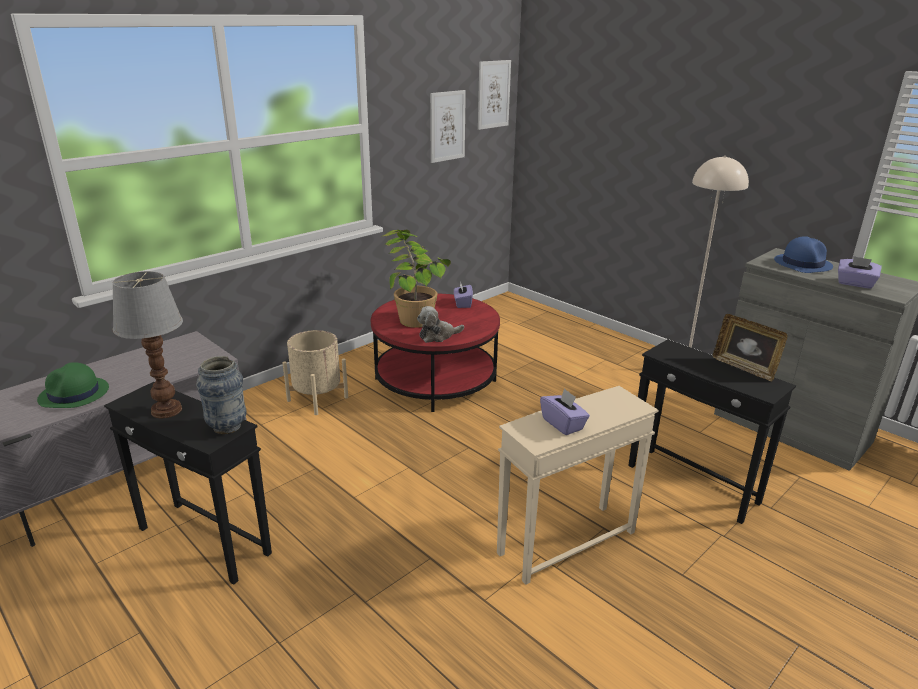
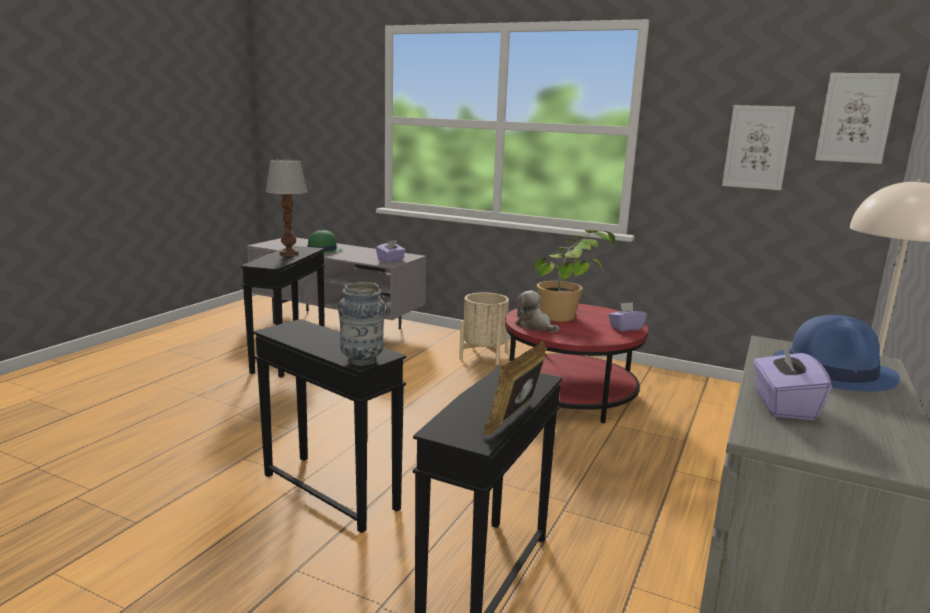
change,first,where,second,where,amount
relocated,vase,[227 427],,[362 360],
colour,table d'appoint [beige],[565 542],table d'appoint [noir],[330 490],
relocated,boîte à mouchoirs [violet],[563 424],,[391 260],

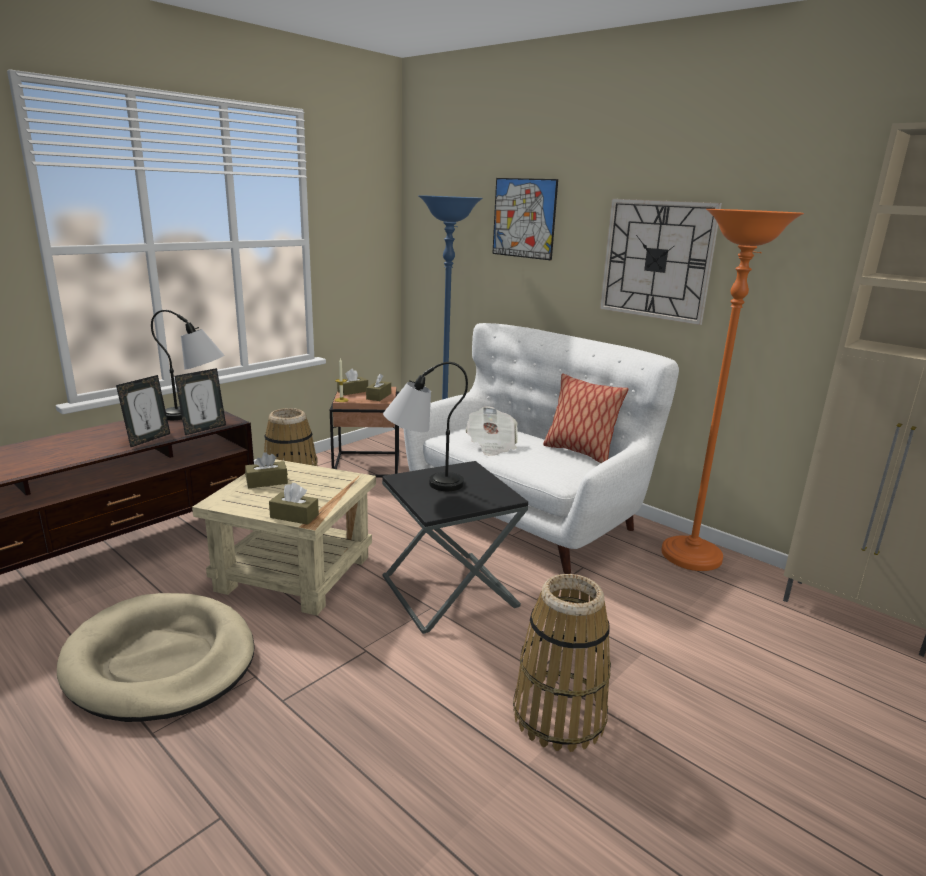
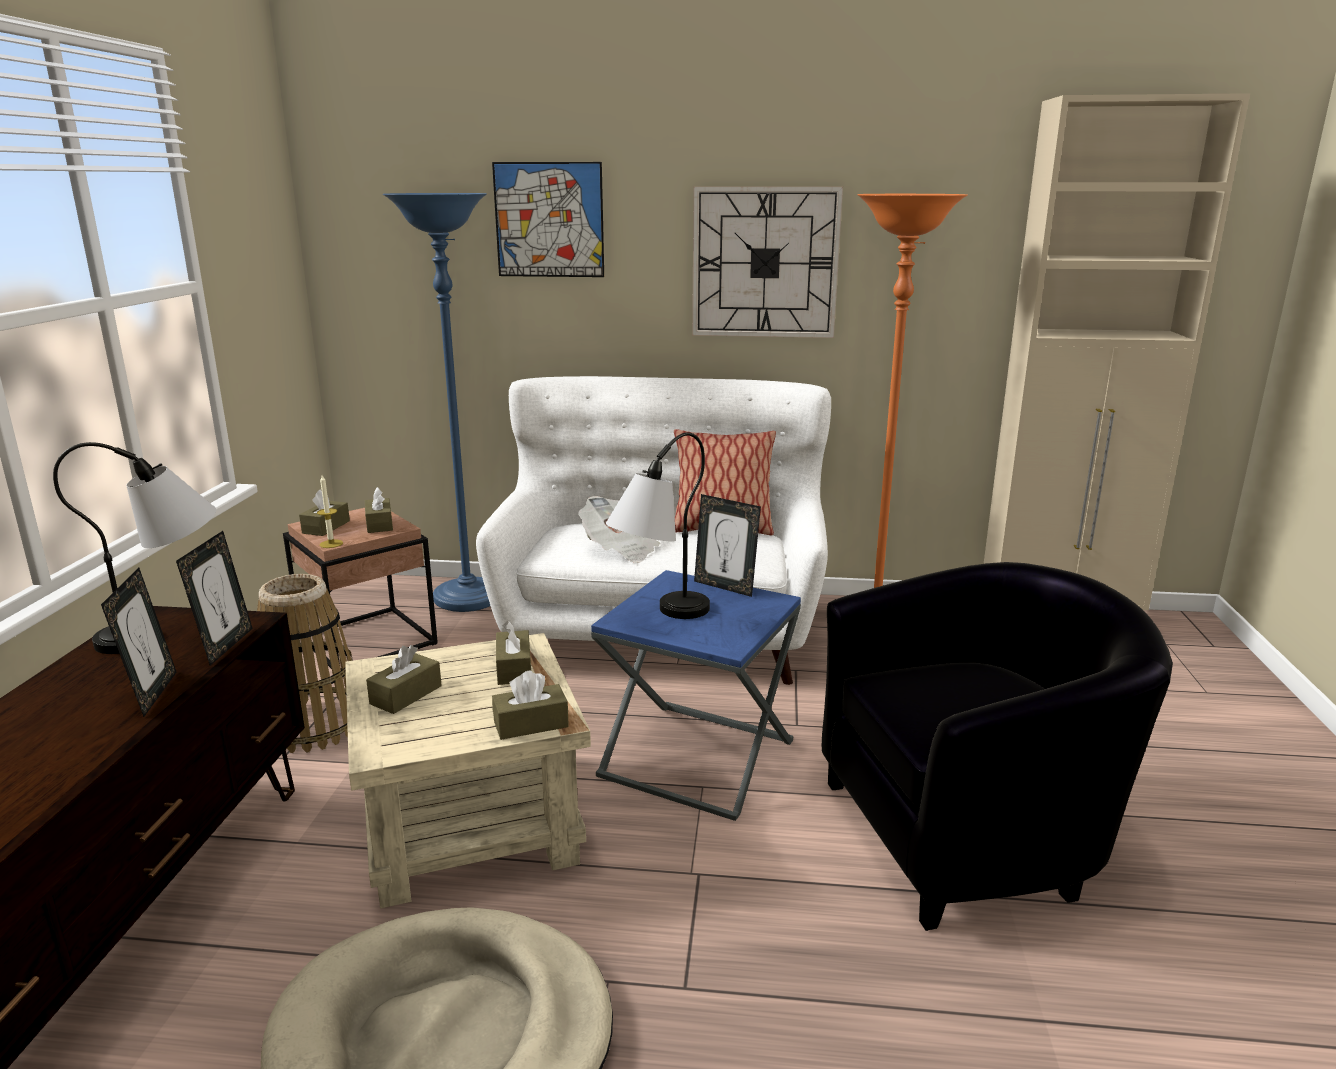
change,first,where,second,where,amount
colour,table d'appoint [noir],[449 591],table d'appoint [bleu],[697 759],
exchanged,panier,[559 715],fauteuil [noir],[969 833],
appeared,,,cadre photo,[725 587],
appeared,,,boîte à mouchoirs [marron],[514 668],

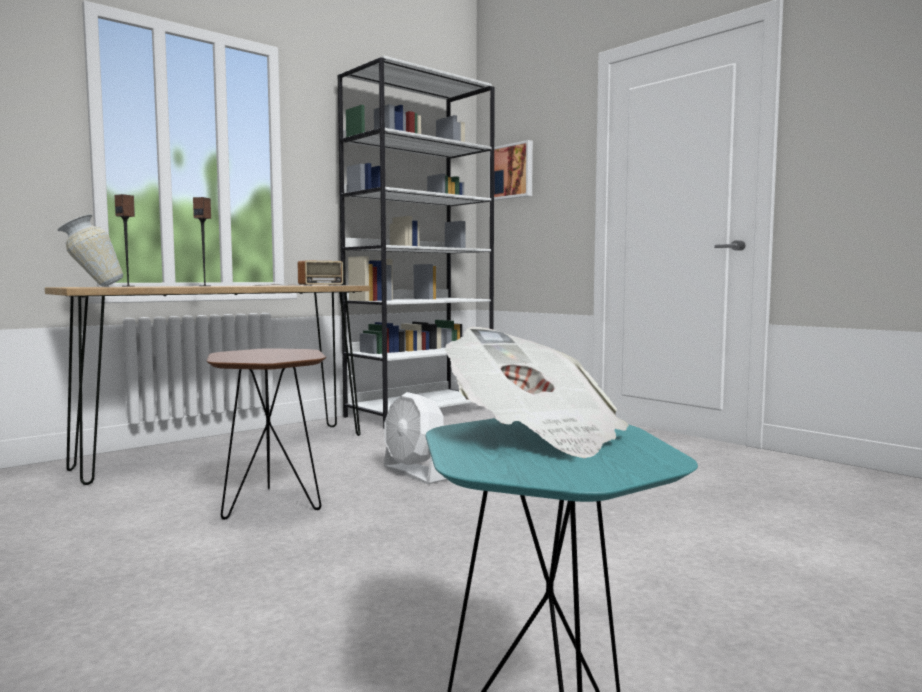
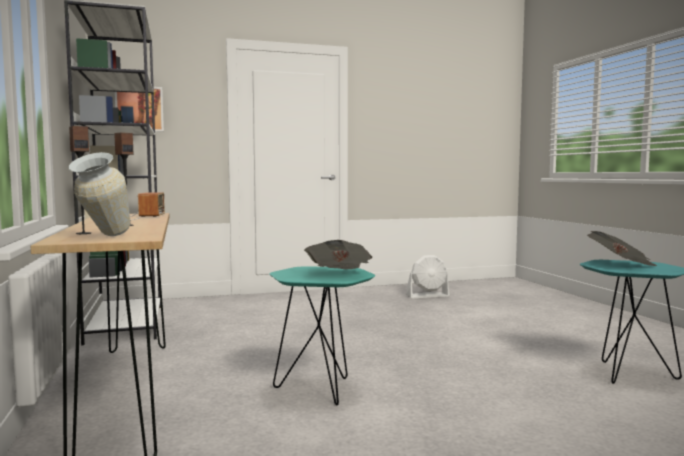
change,first,where,second,where,amount
colour,table d'appoint [marron],[270 506],table d'appoint [turquoise],[322 390],
relocated,ventilateur [blanc],[416 473],,[427 295],
appeared,,,journal,[339 274],

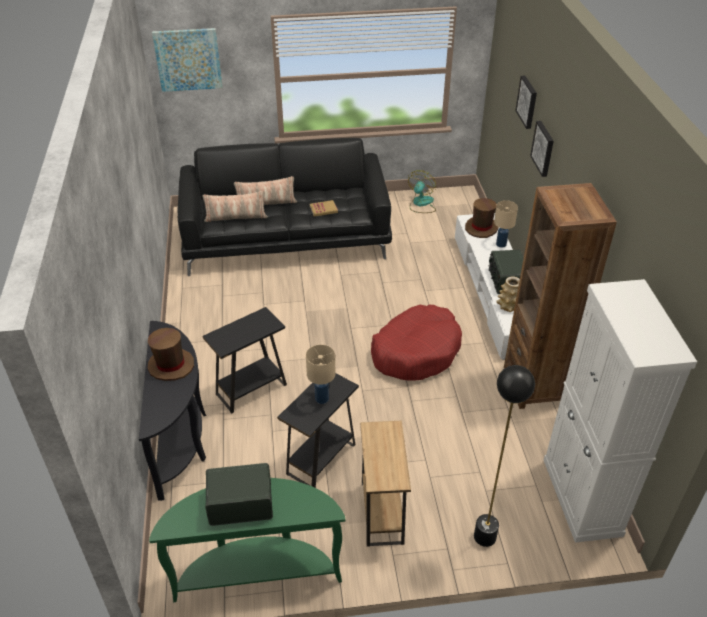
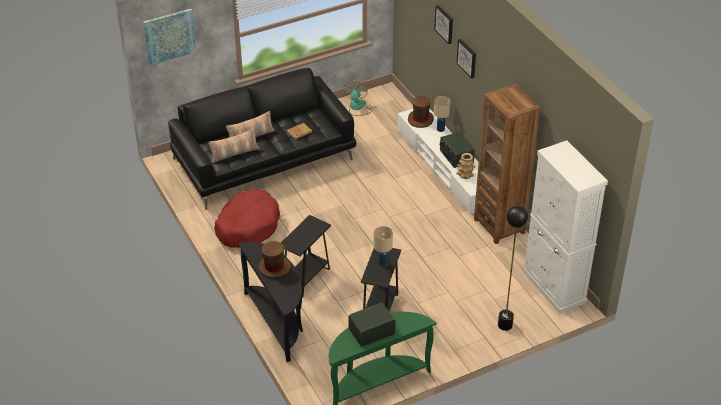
change,first,where,second,where,amount
relocated,panier pour chien [rouge],[416 351],,[247 226],
missing,table d'appoint [marron],[382 512],,,

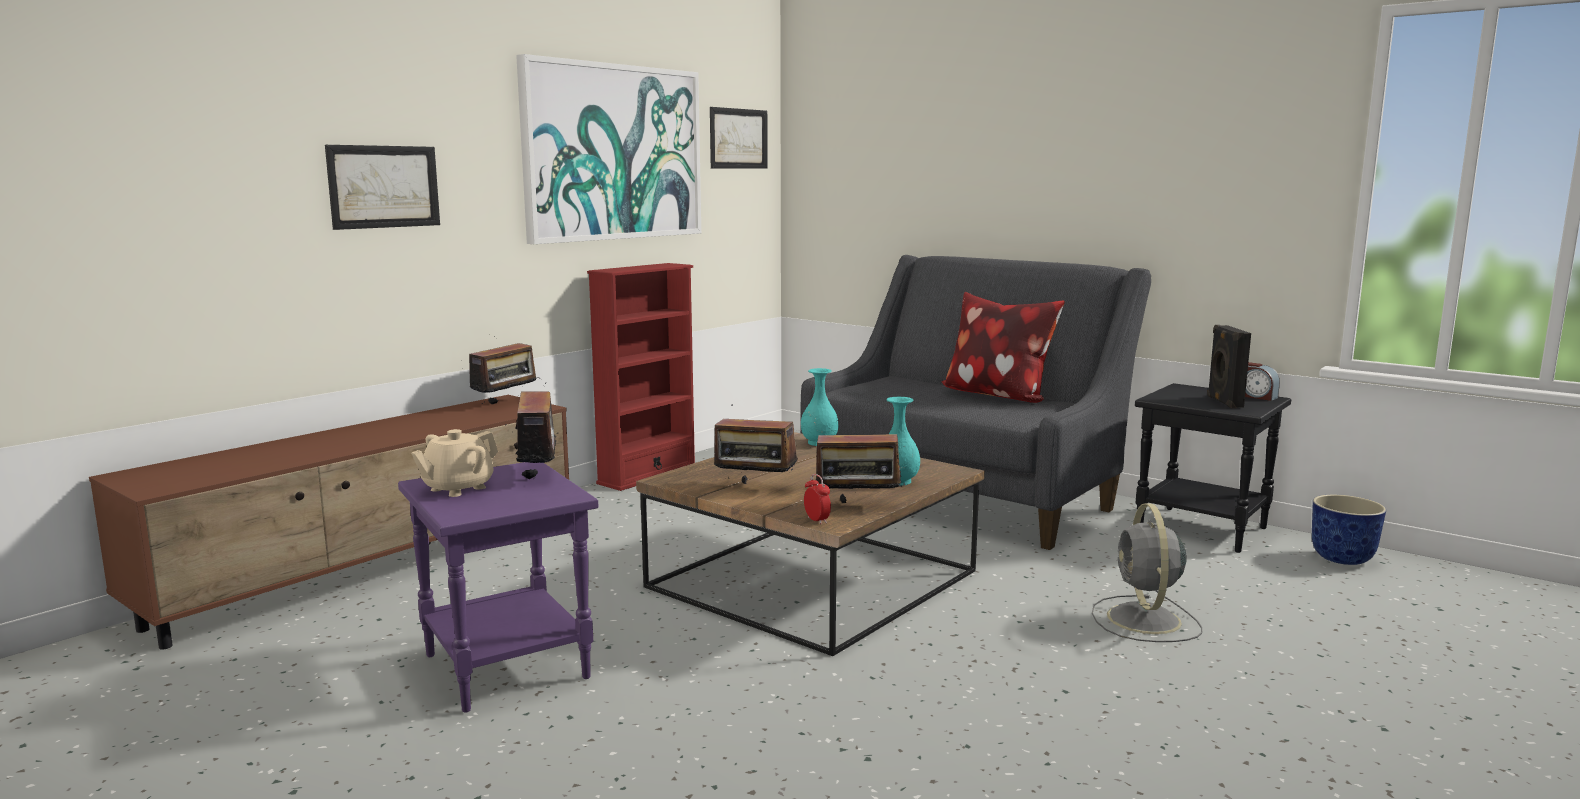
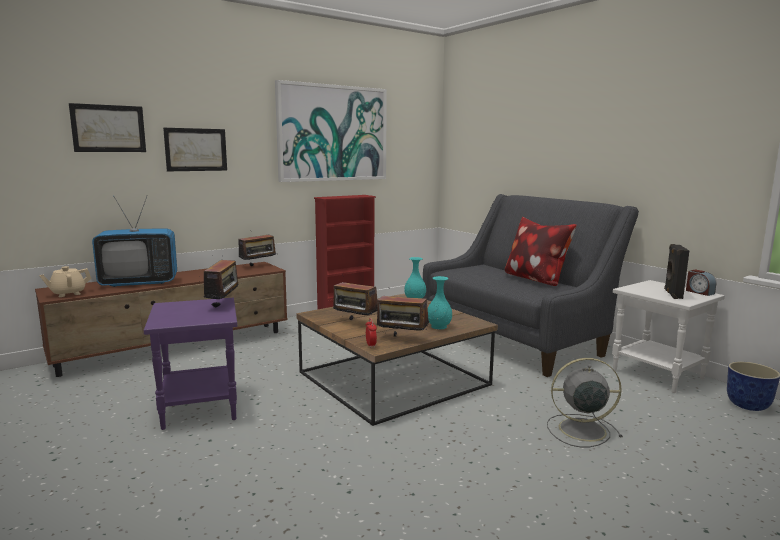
change,first,where,second,where,amount
relocated,tableau,[738 138],,[108 128],
colour,table d'appoint [noir],[1203 529],table d'appoint [blanc],[659 374],
relocated,théière [beige],[457 488],,[68 293],
spun,ventilateur [gris],[1144 620],,[580 430],75 degrees clockwise
appeared,,,téléviseur,[139 283],

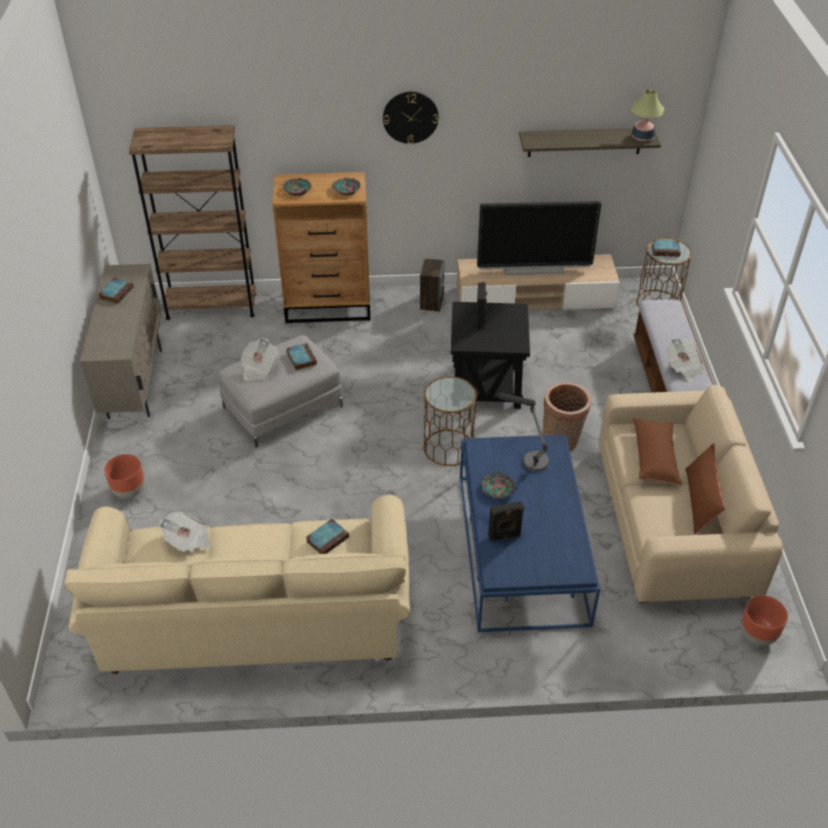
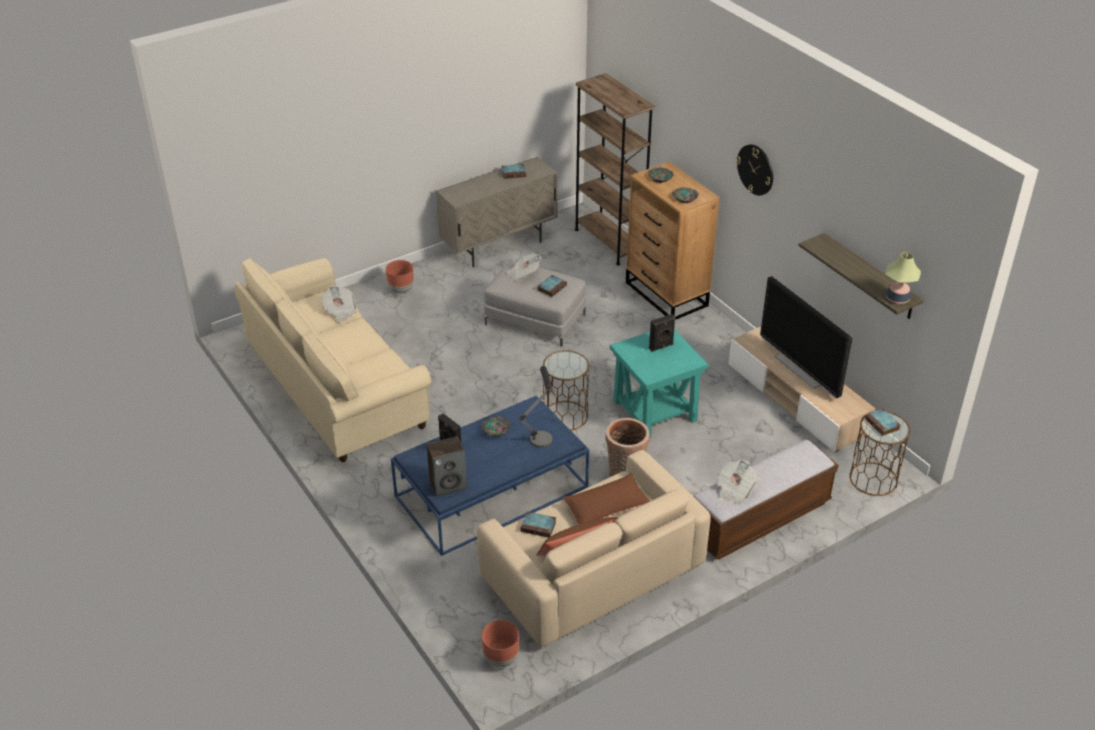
change,first,where,second,where,amount
relocated,enceinte,[431 302],,[448 484],
colour,table d'appoint [noir],[485 386],table d'appoint [turquoise],[654 410],
relocated,livre,[328 539],,[539 526],

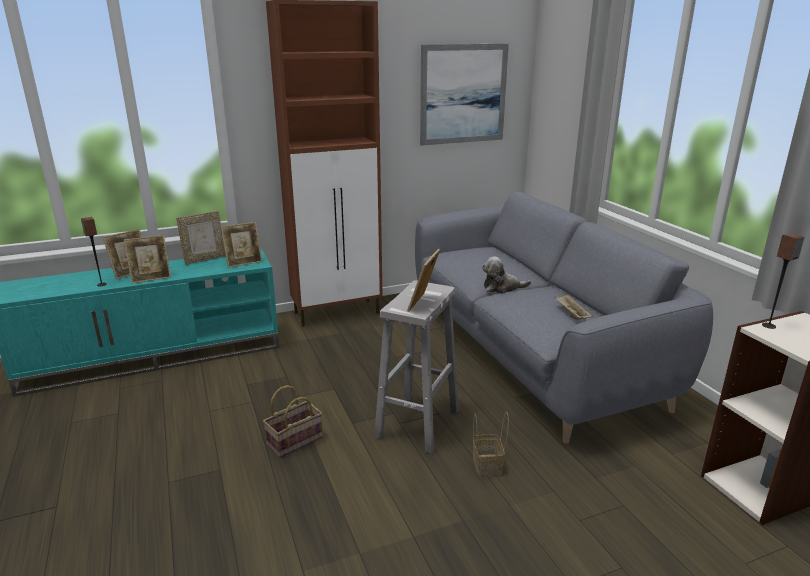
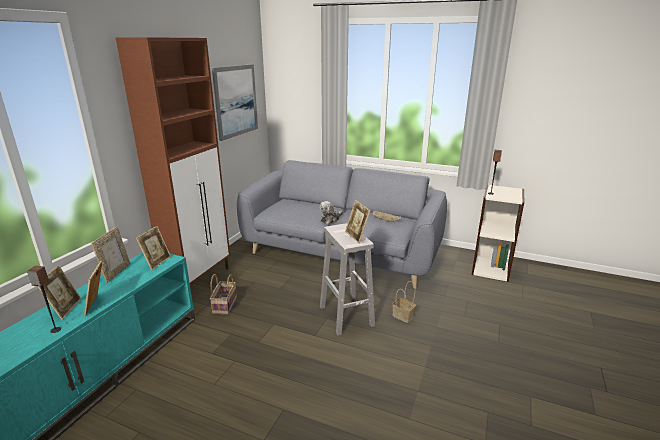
change,first,where,second,where,amount
spun,cadre photo,[151 278],,[97 304],150 degrees clockwise
relocated,panier,[295 440],,[224 304],

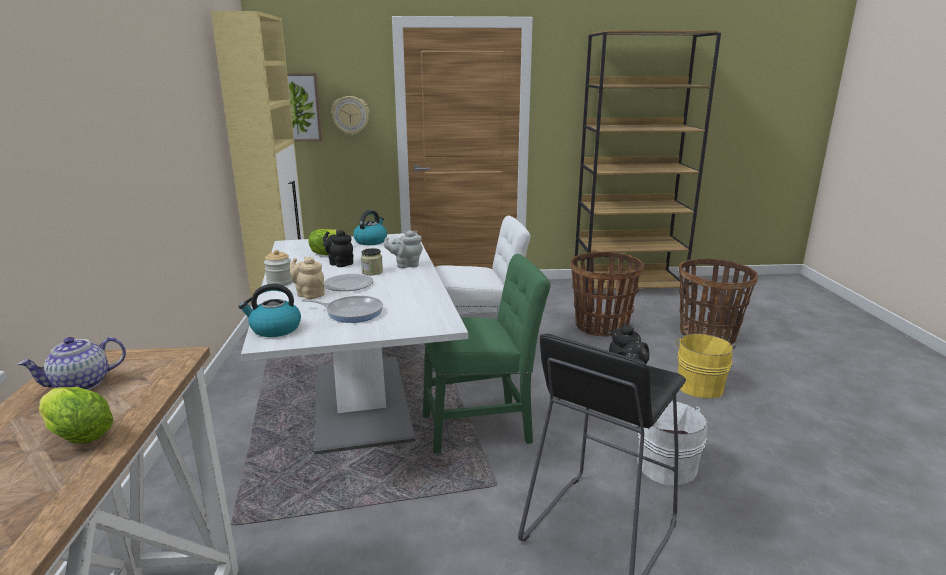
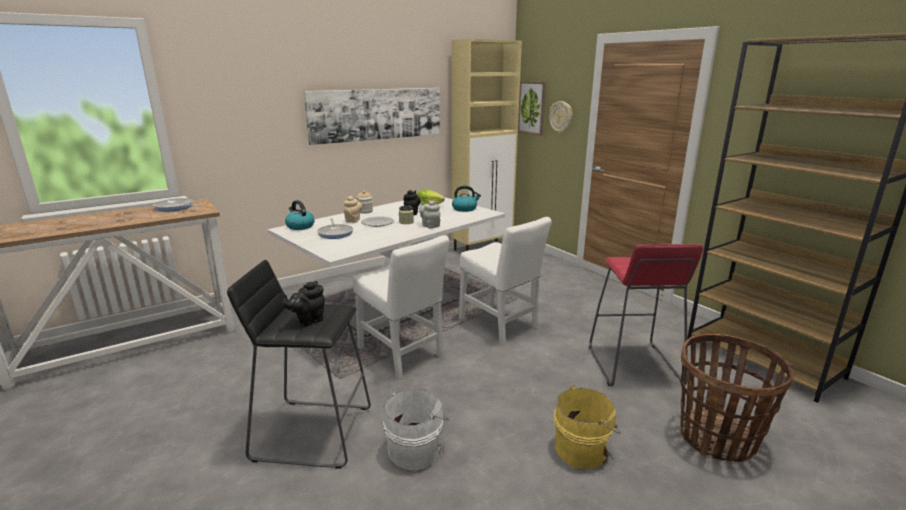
change,first,where,second,where,amount
exchanged,panier,[601 327],tabouret [rouge],[633 365],
colour,chaise [vert],[482 427],chaise [blanc],[402 355],
exchanged,théière,[80 385],poêle,[175 207],
missing,laitue,[76 434],,,
appeared,,,tableau,[376 114],

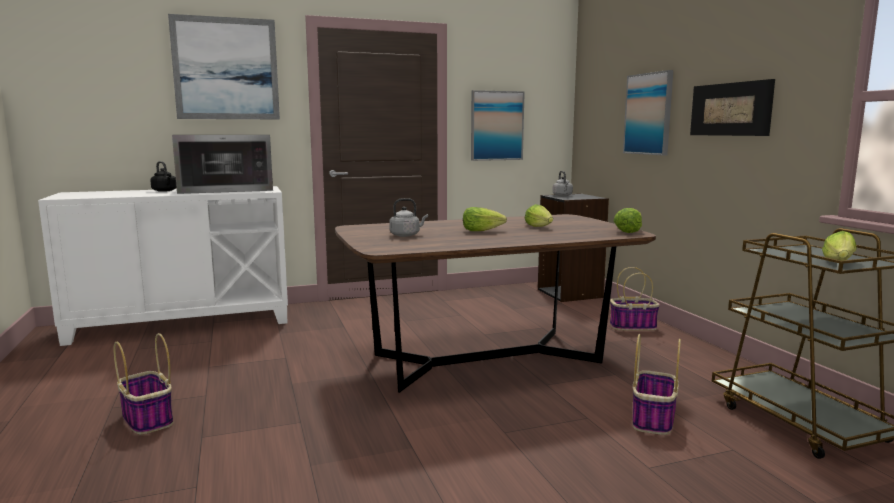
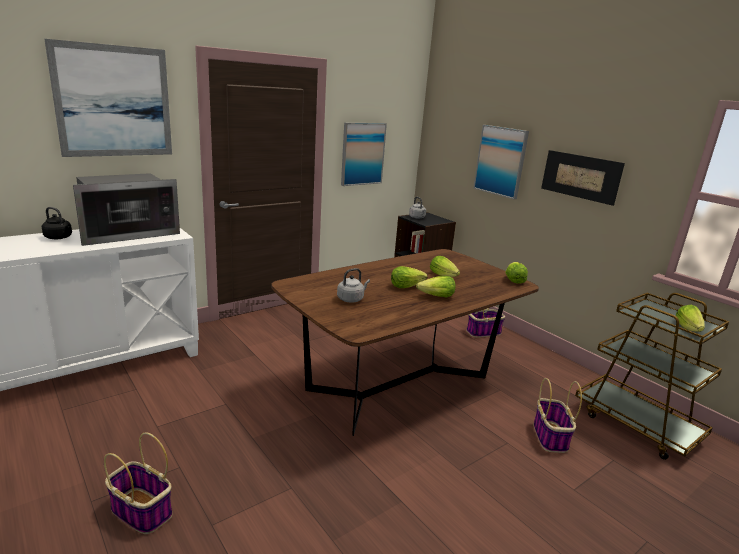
change,first,where,second,where,amount
appeared,,,laitue,[436 296],

